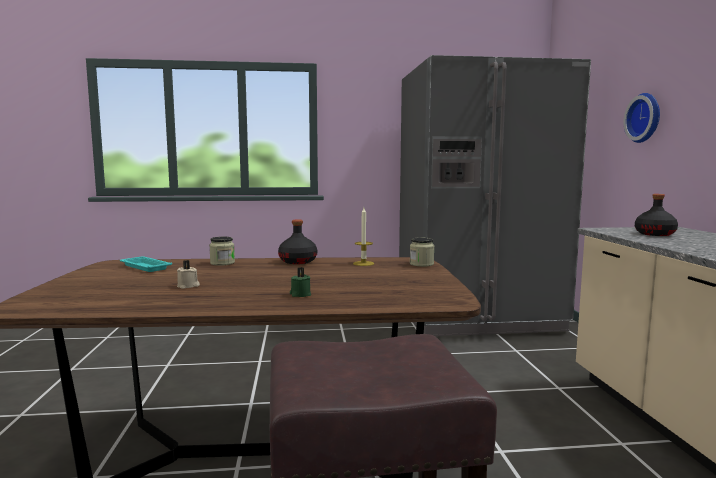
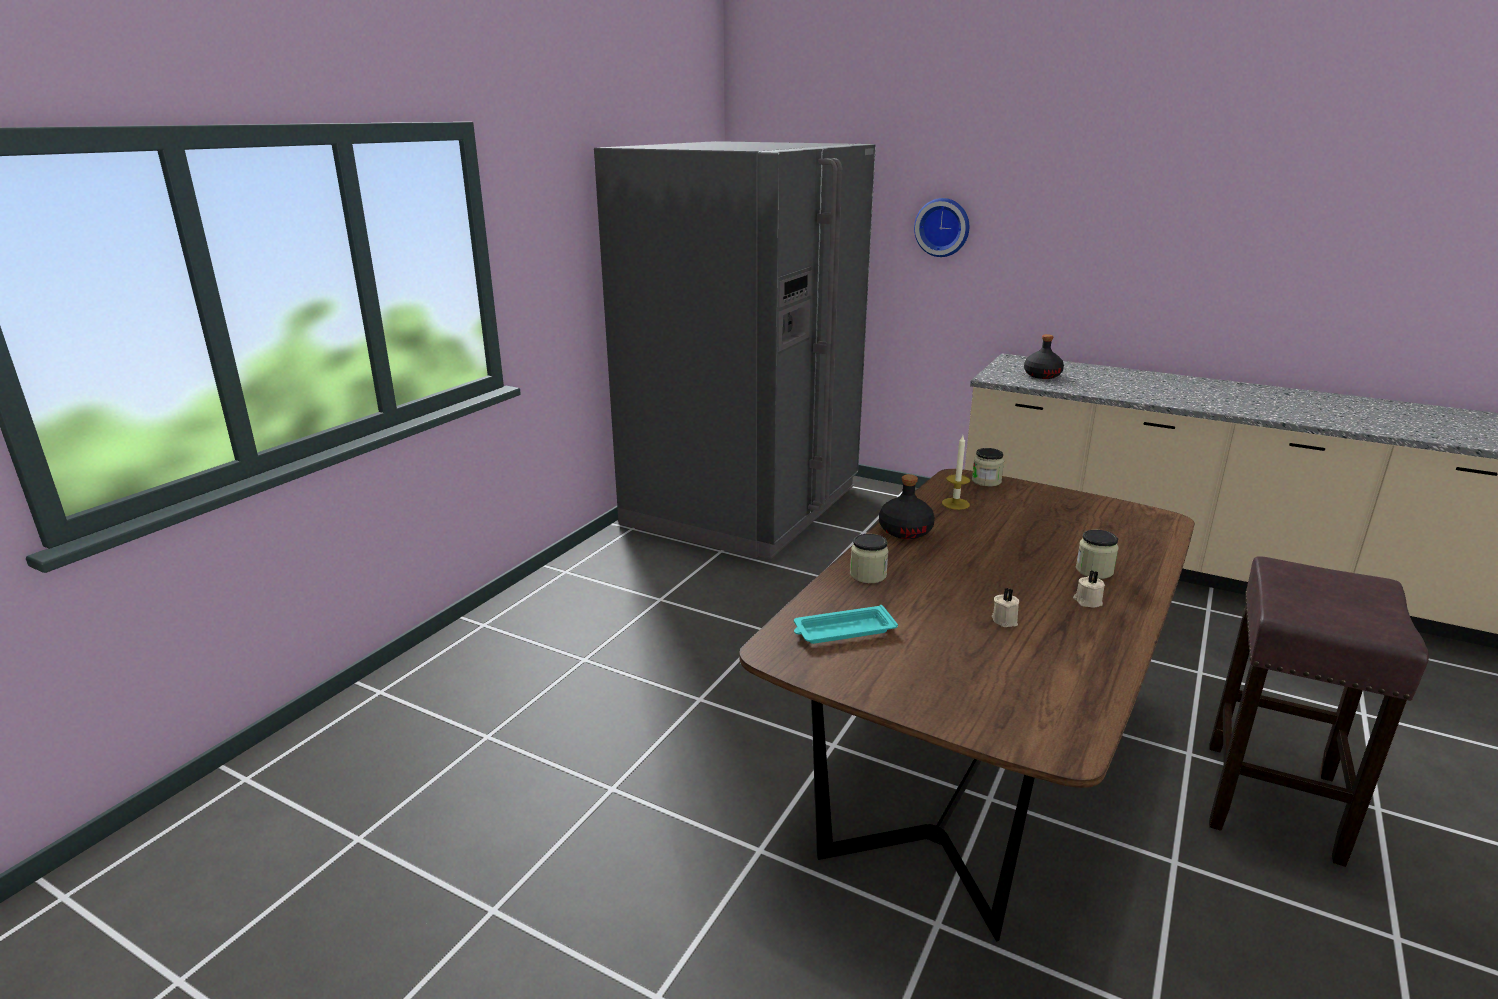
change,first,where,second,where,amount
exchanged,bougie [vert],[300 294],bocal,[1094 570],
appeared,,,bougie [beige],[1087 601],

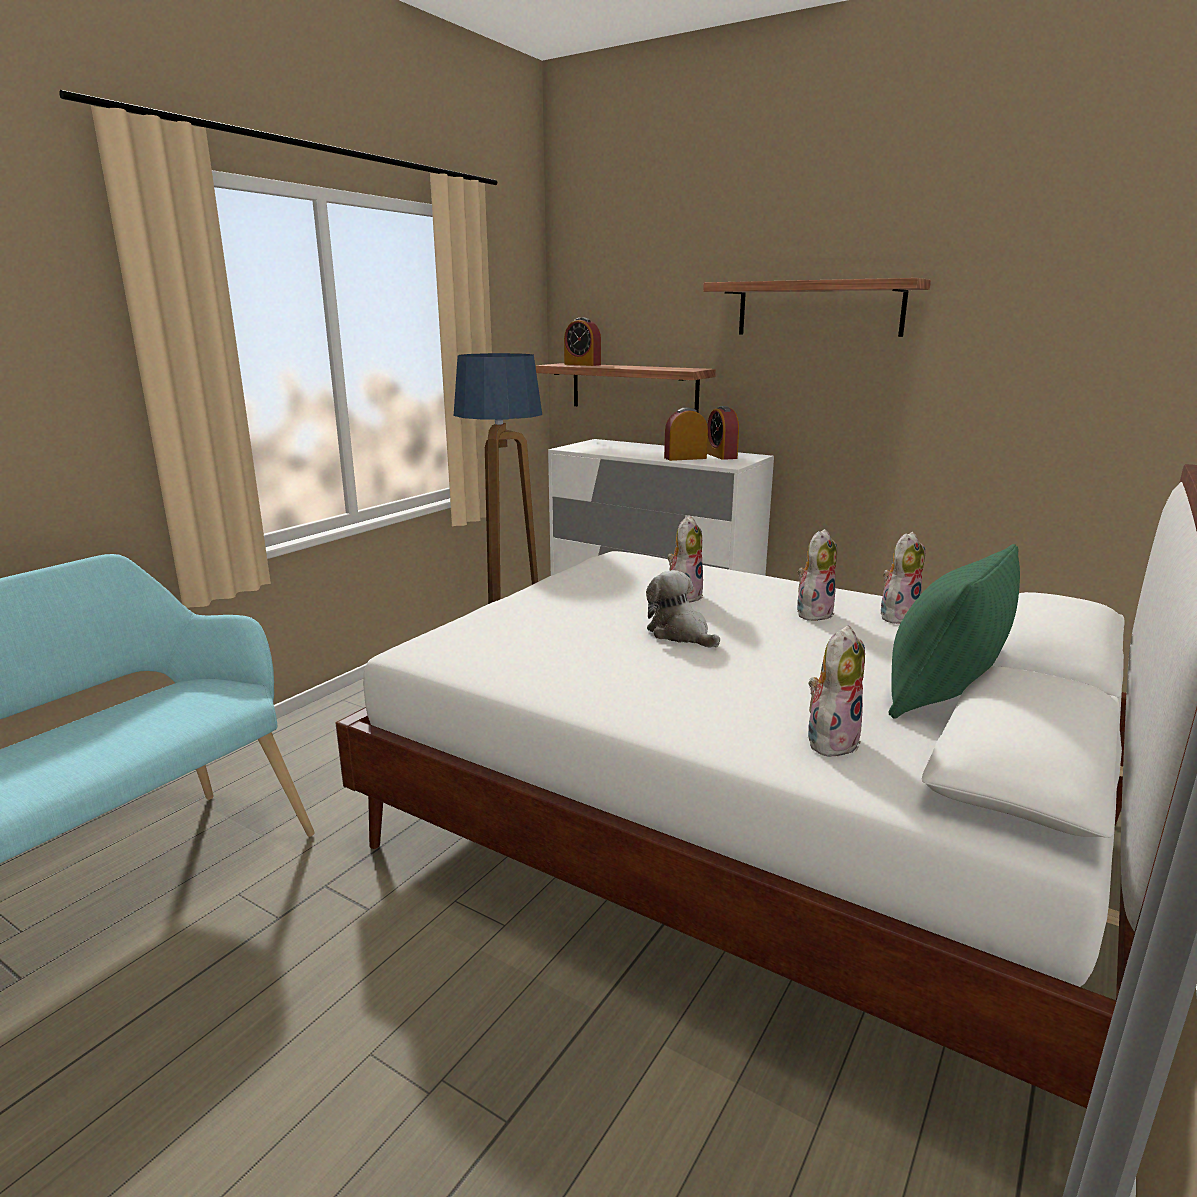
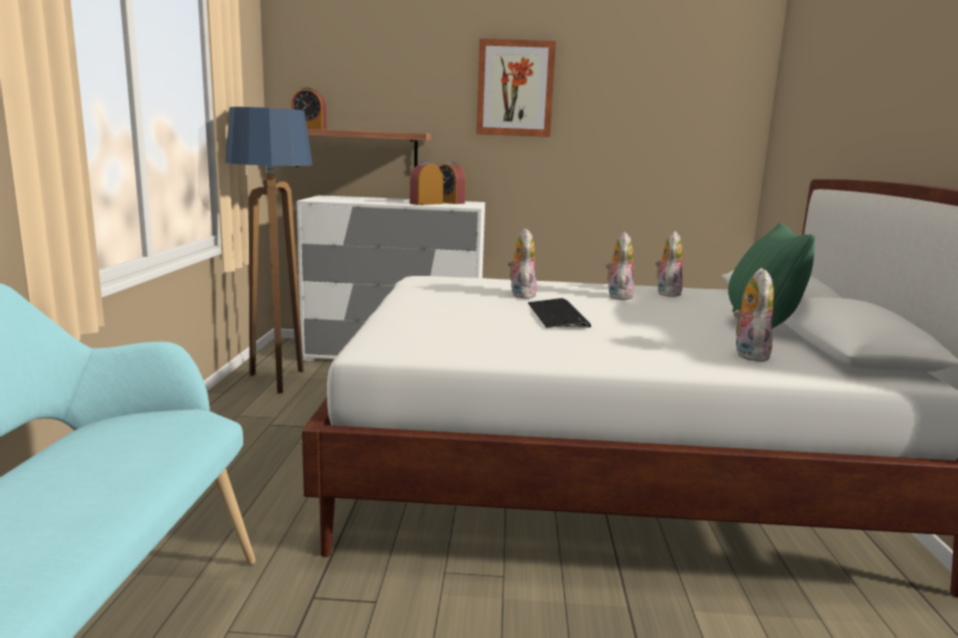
change,first,where,second,where,amount
exchanged,étagère,[819 309],tableau,[515 88],
exchanged,peluche,[680 634],clavier,[558 315],

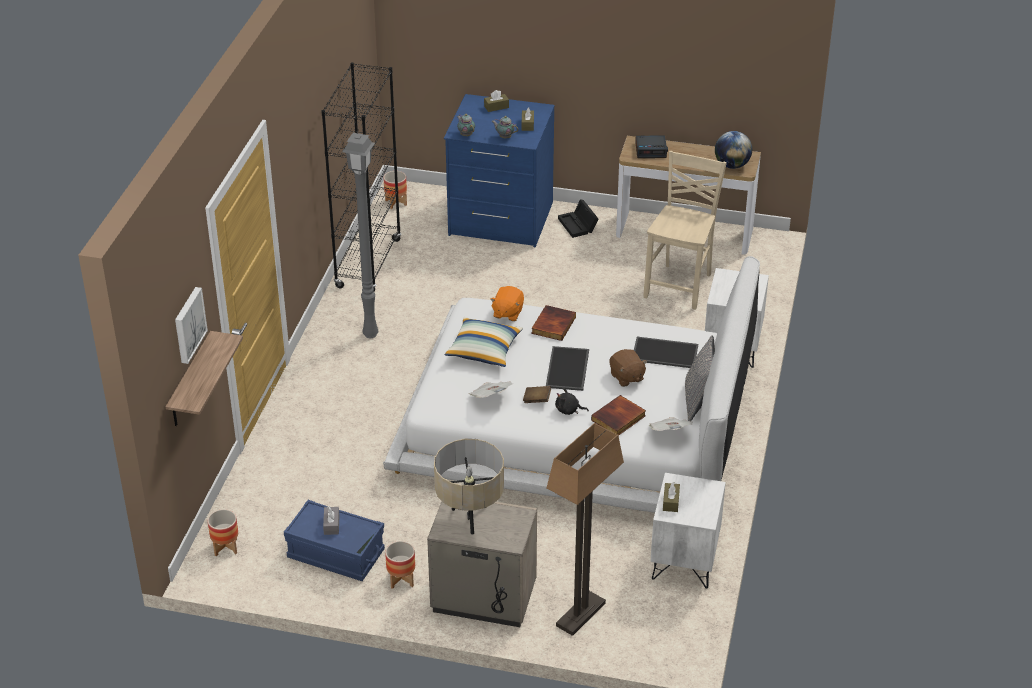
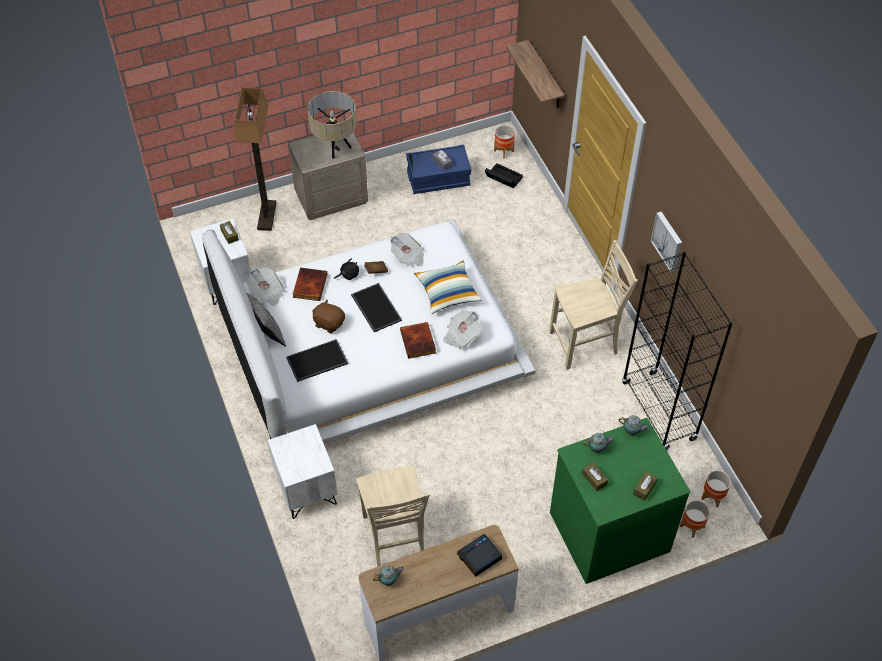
change,first,where,second,where,amount
colour,commode [bleu],[500 220],commode [vert],[608 530],
exchanged,globe,[732 165],théière,[389 580],
exchanged,lampadaire [gris],[370 333],chaise [beige],[585 344],
relocated,boîte de rangement [noir],[578 225],,[502 178],
exchanged,peluche [orange],[507 313],journal,[461 335],
relocated,tableau,[188 324],,[668 241],
relocated,cache-pot,[401 579],,[692 526],

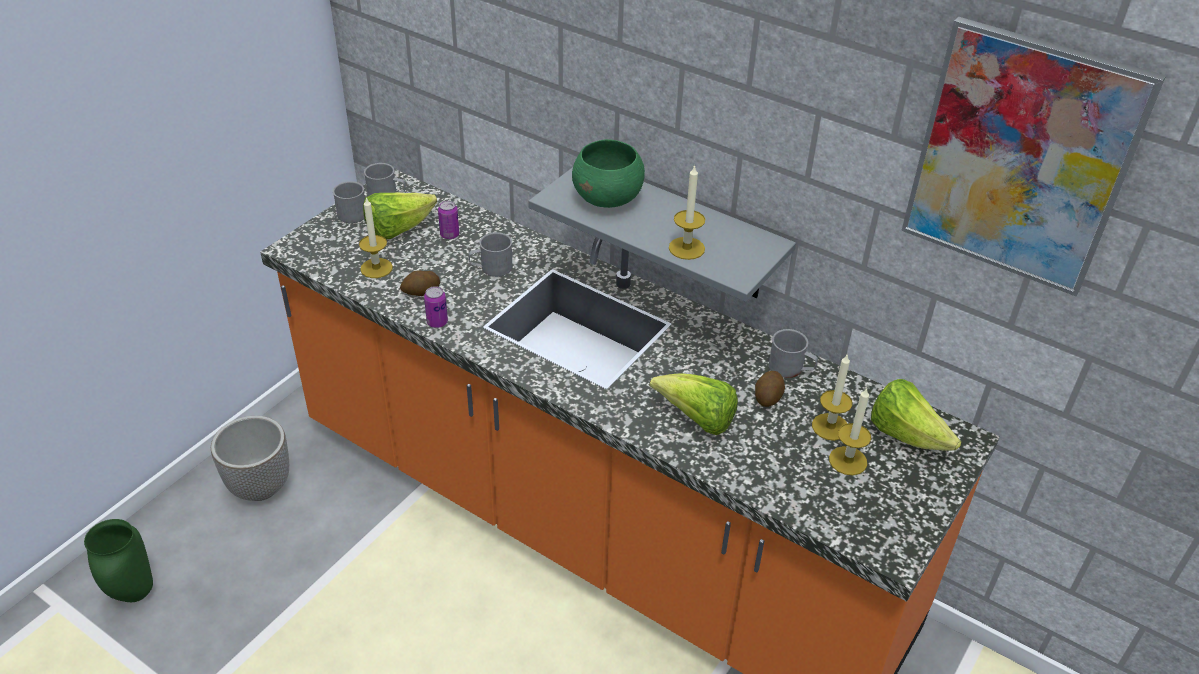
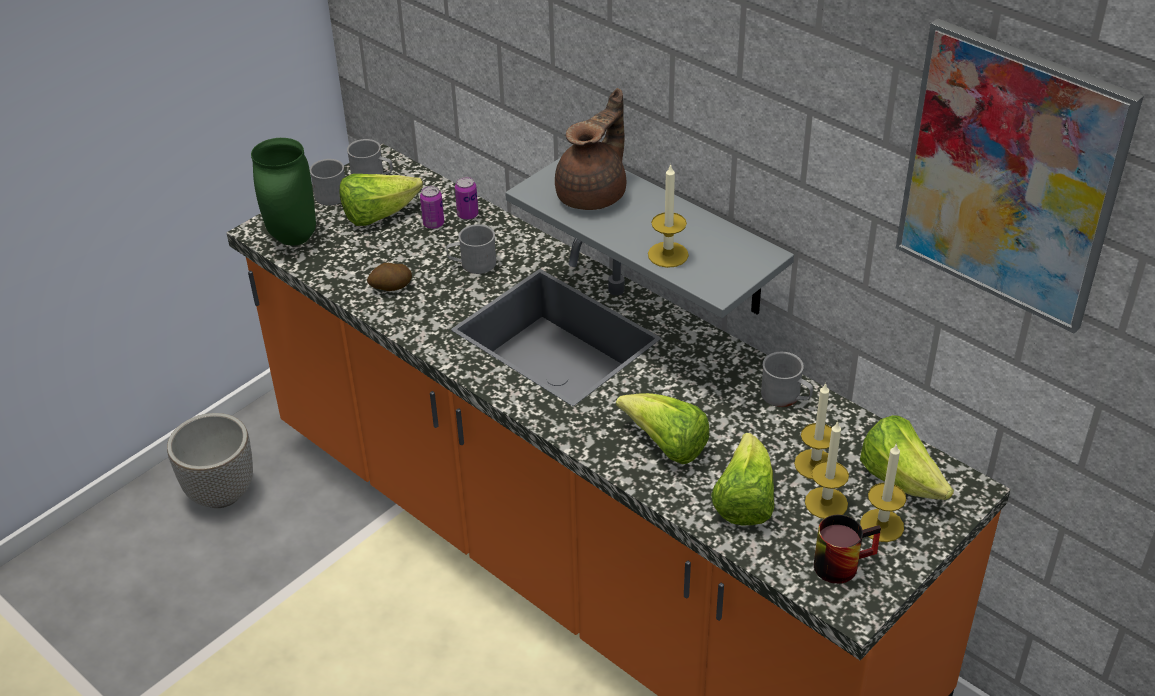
change,first,where,second,where,amount
exchanged,bol [vert],[608 199],théière [marron],[594 194],
relocated,bougie,[376 268],,[882 525],
relocated,boîte métallique,[437 322],,[467 215],
missing,pomme de terre,[768 397],,,
relocated,vase [vert],[135 594],,[294 239],
appeared,,,laitue,[744 501],
appeared,,,mug,[841 561],

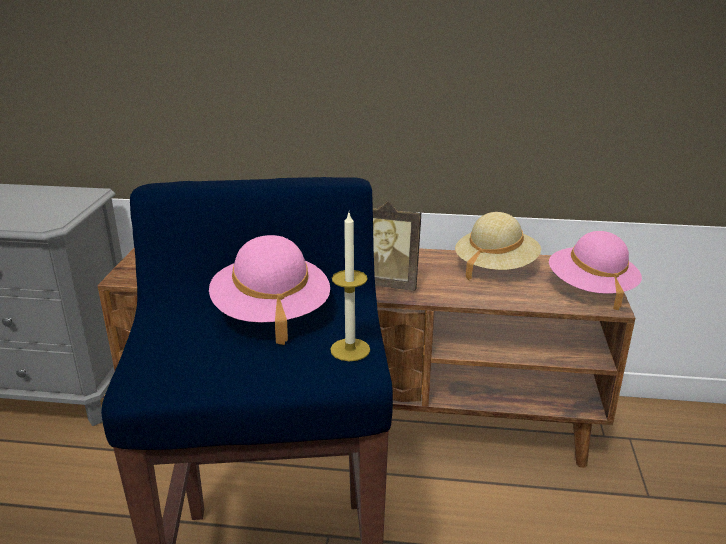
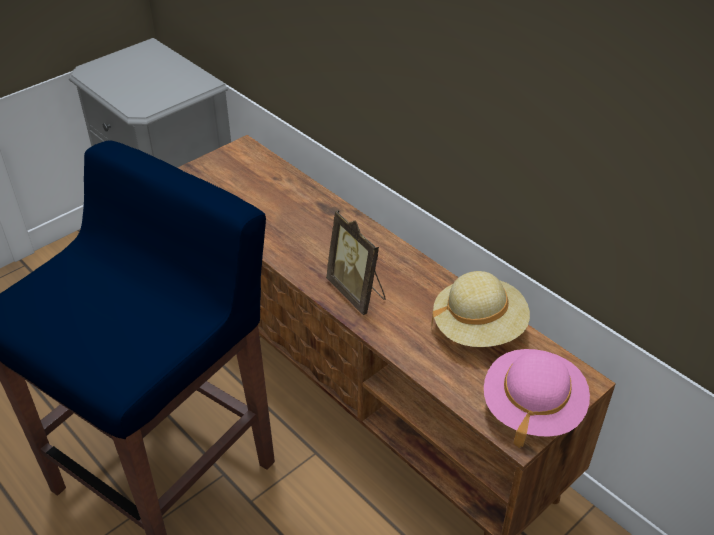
change,first,where,second,where,amount
missing,bougie,[350 349],,,
missing,chapeau [rose],[271 313],,,

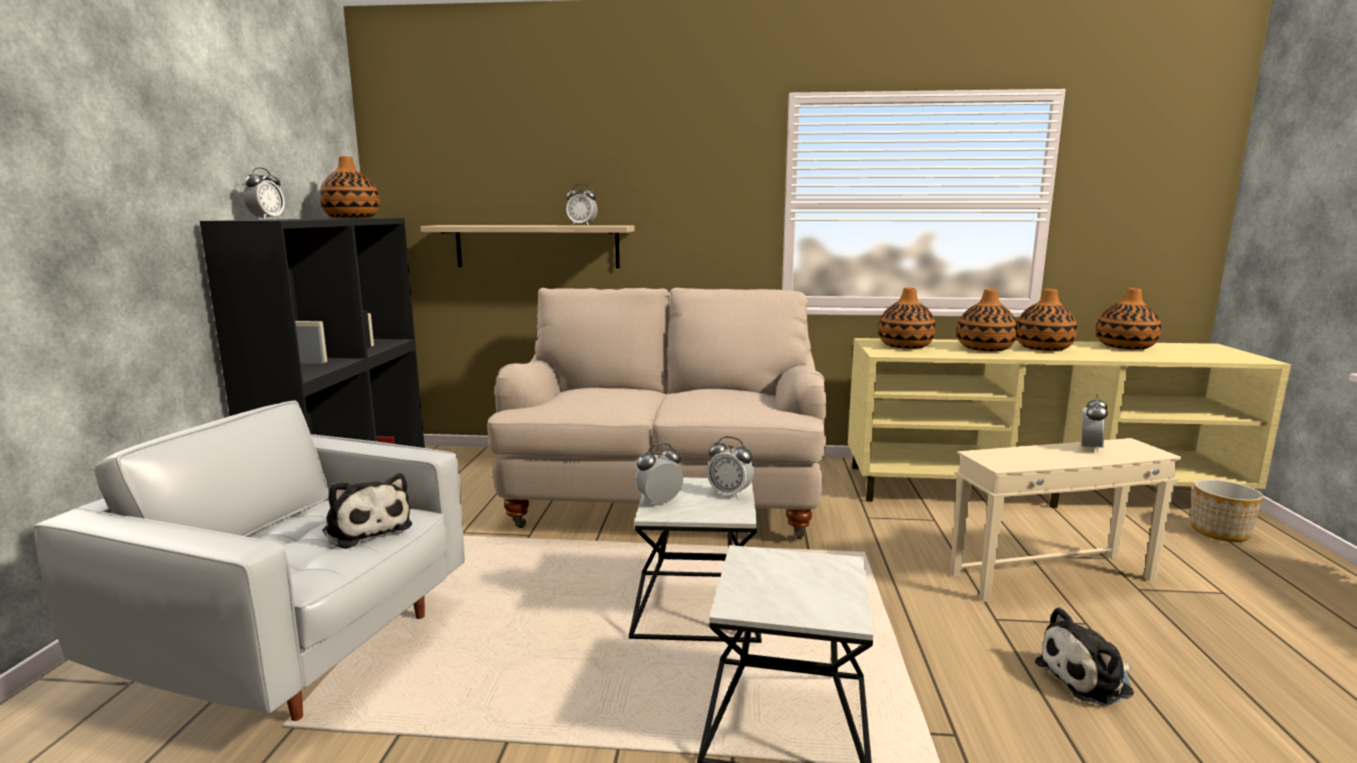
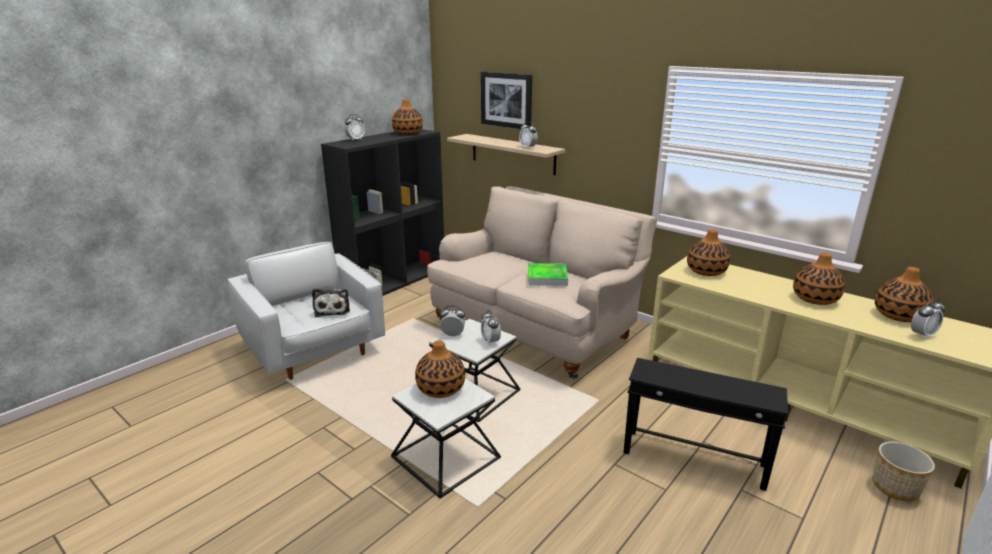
change,first,where,second,where,amount
relocated,vase,[984 348],,[441 388],
relocated,réveil,[1090 448],,[922 335],
colour,table d'appoint [beige],[1053 577],table d'appoint [noir],[693 459],
missing,peluche,[1088 678],,,
appeared,,,tableau,[506 100],
appeared,,,plateau,[547 277],

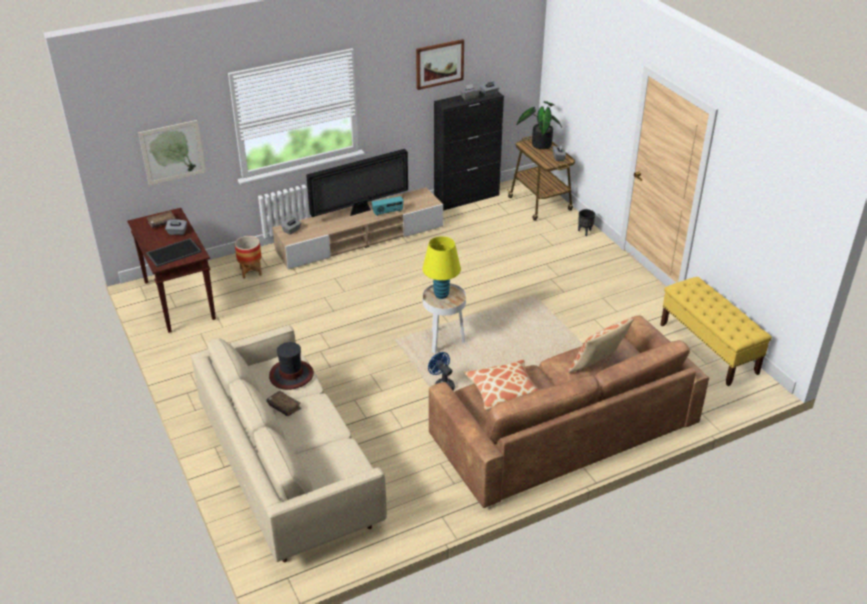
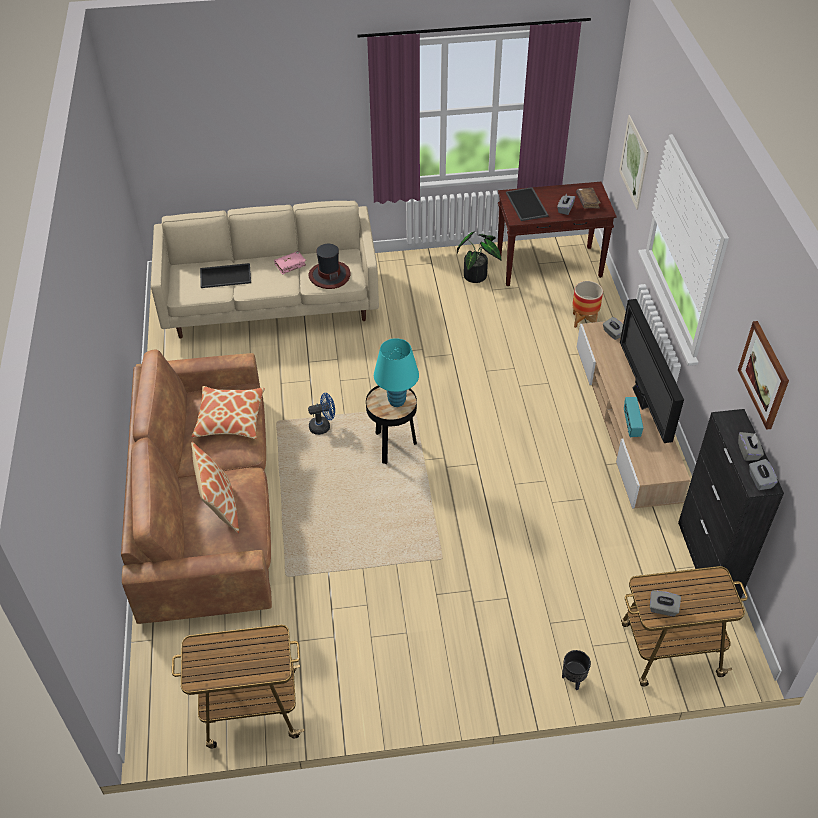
change,first,where,second,where,amount
relocated,plante en pot,[539 144],,[477 275],
colour,lampe de table [jaune],[441 295],lampe de table [turquoise],[396 401],
exchanged,banc [jaune],[708 348],chariot,[249 709],
colour,table d'appoint [blanc],[444 341],table d'appoint [noir],[392 446],
colour,livre [marron],[284 407],livre [rose],[290 265],
appeared,,,plateau,[226 275],

